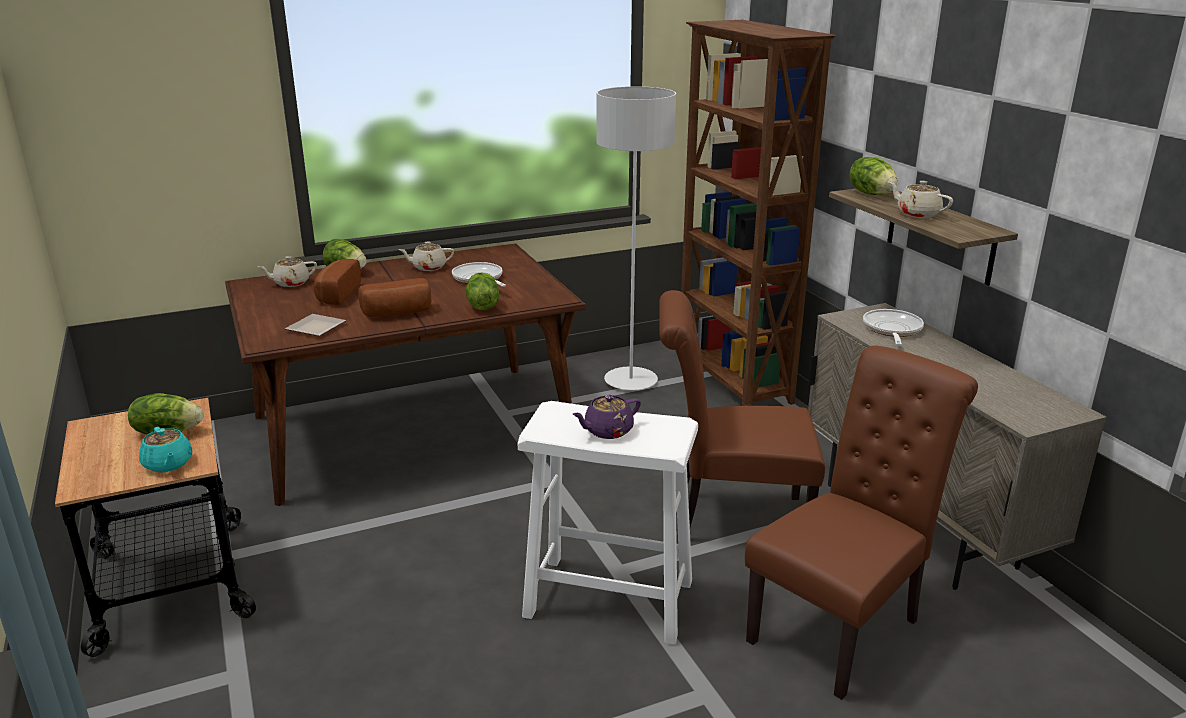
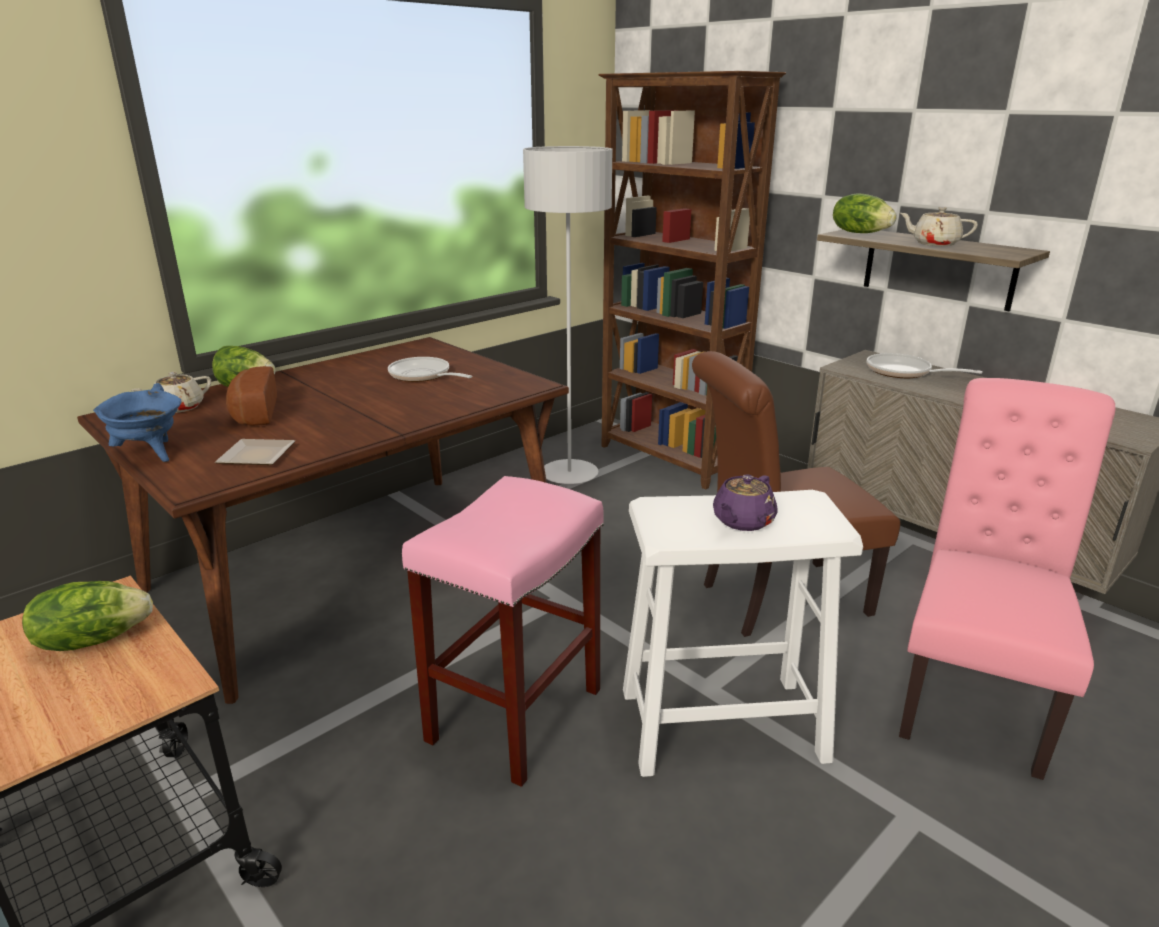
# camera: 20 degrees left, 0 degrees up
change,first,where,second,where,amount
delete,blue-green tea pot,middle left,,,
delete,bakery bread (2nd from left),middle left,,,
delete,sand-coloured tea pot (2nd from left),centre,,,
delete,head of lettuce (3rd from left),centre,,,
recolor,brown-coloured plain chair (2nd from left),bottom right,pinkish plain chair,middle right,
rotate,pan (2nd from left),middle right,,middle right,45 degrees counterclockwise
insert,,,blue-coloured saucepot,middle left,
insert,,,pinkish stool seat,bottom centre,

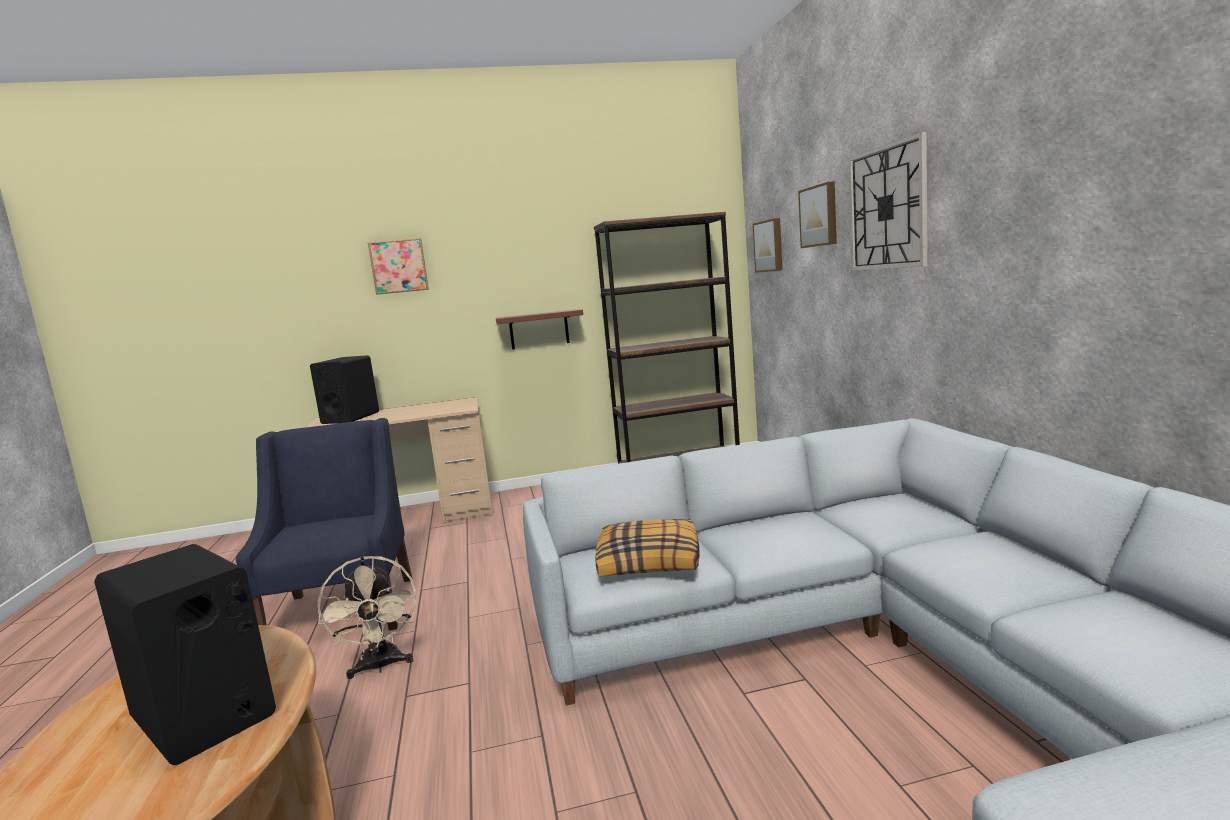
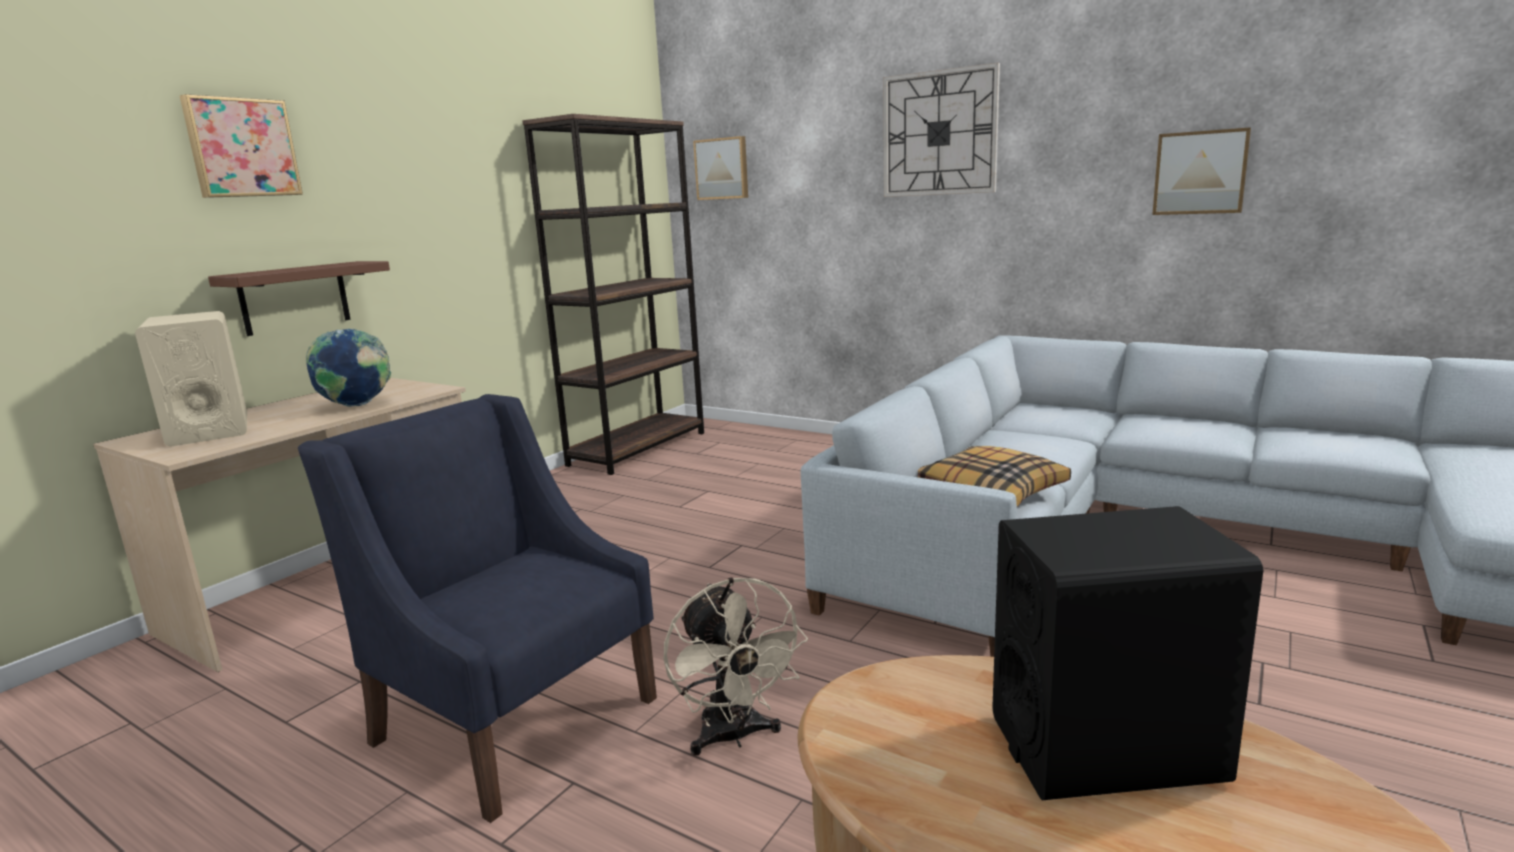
# camera: 45 degrees left, 5 degrees up
change,first,where,second,where,amount
recolor,black loudspeaker (2nd from left),middle left,sand-coloured loudspeaker,middle left,
rotate,sand-coloured cooling fan,bottom left,,bottom centre,45 degrees clockwise
move,brown-coloured wall shelf,centre,,middle left,
move,wall art (3rd from left),top centre,,top right,
insert,,,globe,middle left,

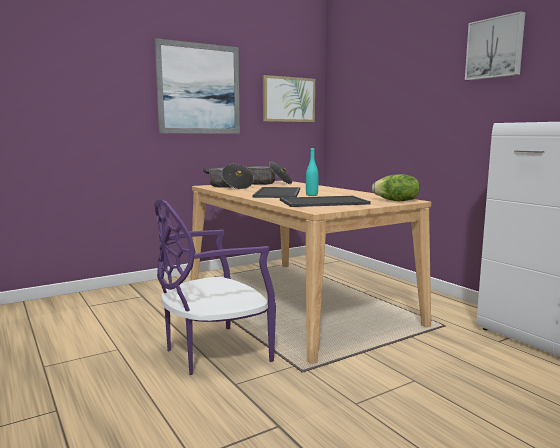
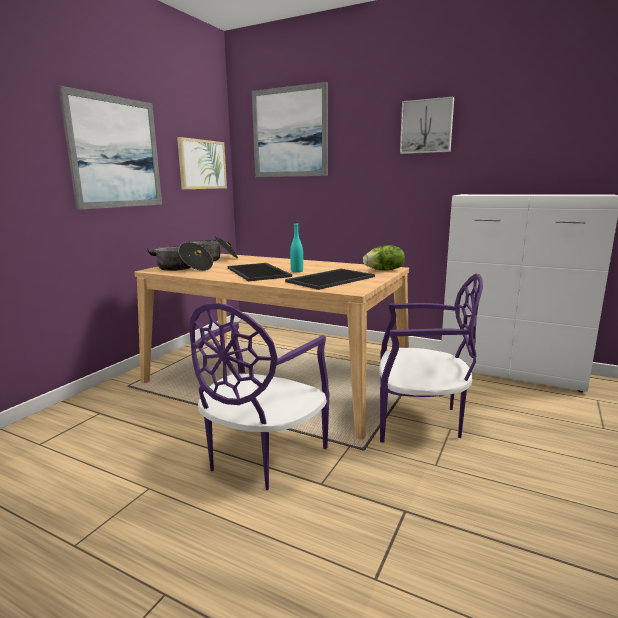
# camera: 30 degrees left, 5 degrees up
change,first,where,second,where,amount
insert,,,wall art (3rd from left),top centre,
insert,,,purple-coloured plain chair (2nd from left),middle right,

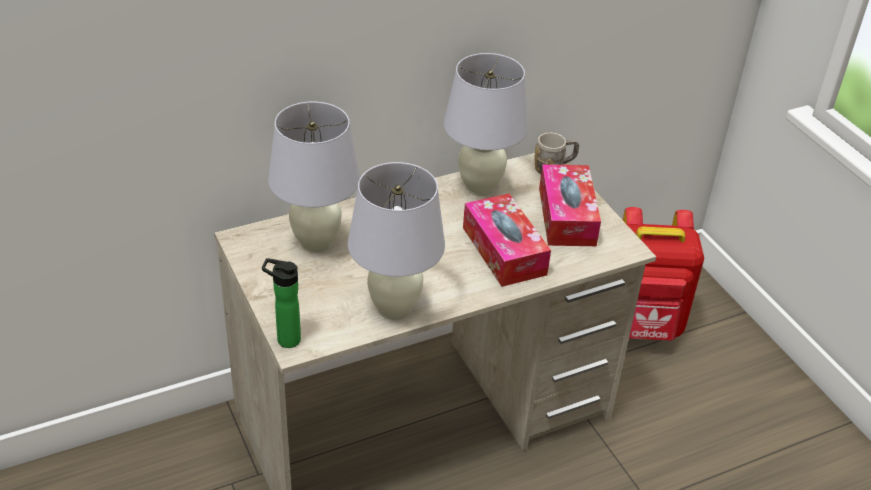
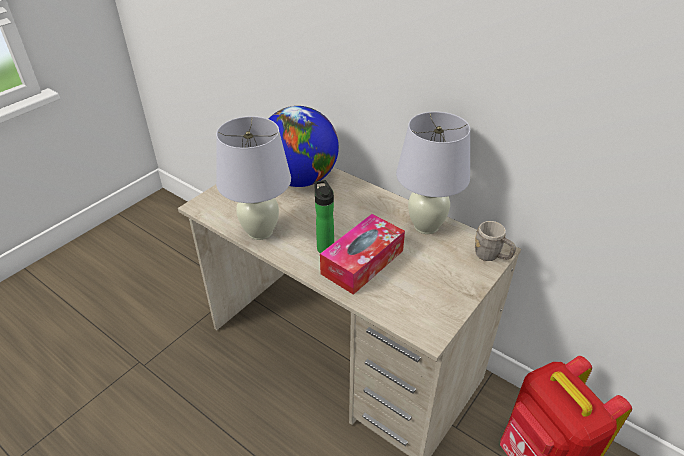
# camera: 65 degrees right, 0 degrees up
change,first,where,second,where,amount
move,drink bottle,middle left,,centre,
replace,whitish tabletop lamp (1st from left),centre,globe,top centre,
delete,box of tissues (2nd from left),centre,,,

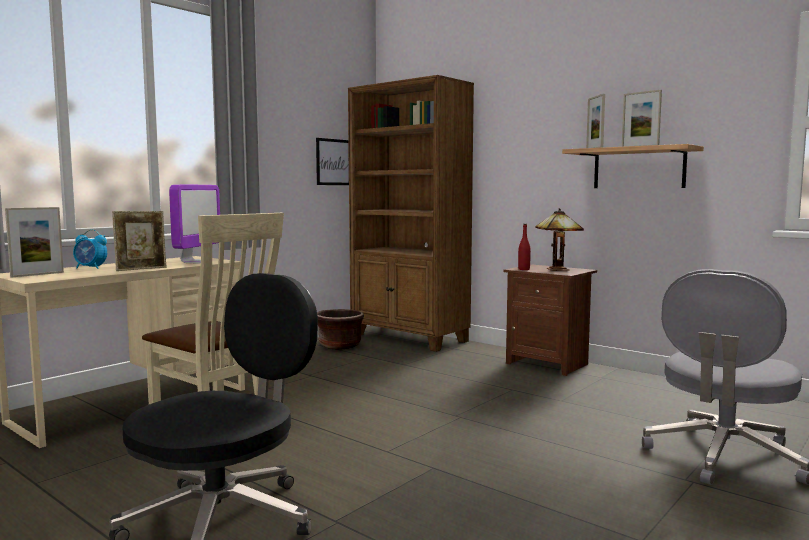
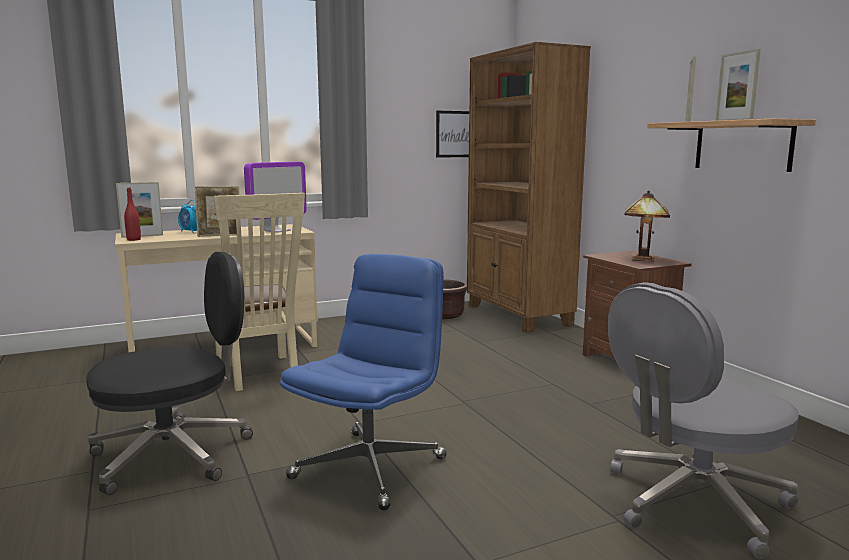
# camera: 25 degrees right, 5 degrees up
change,first,where,second,where,amount
move,red-coloured drink bottle,centre,,middle left,
insert,,,blue-coloured office chair,bottom centre,

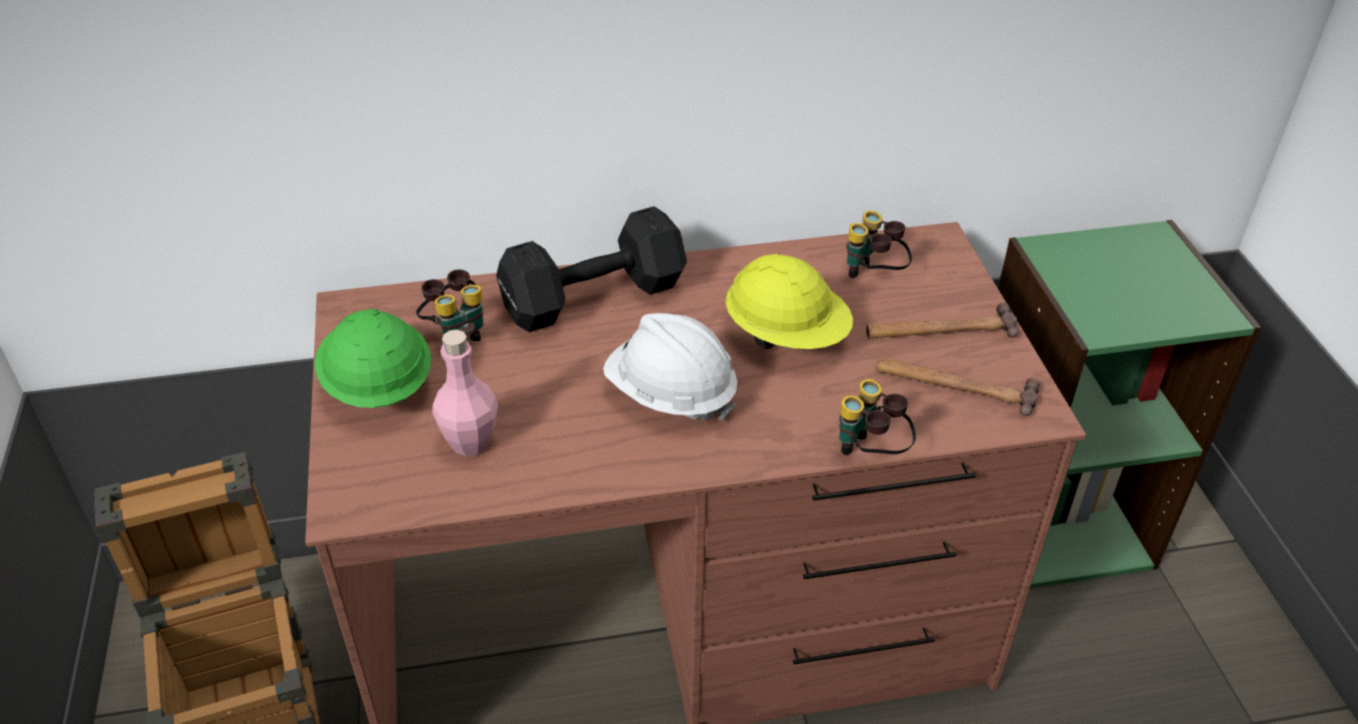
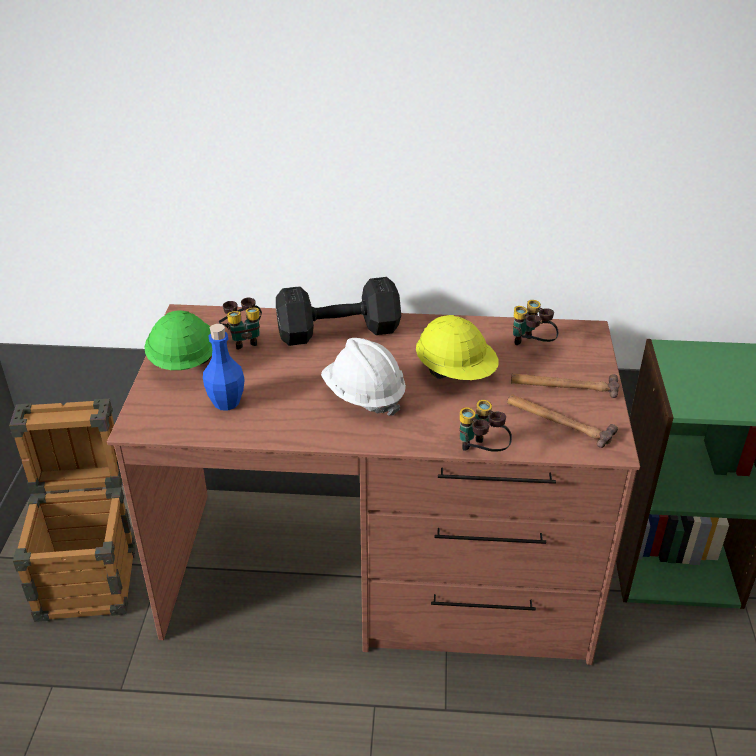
# camera: 15 degrees right, 5 degrees down
change,first,where,second,where,amount
recolor,pinkish drink bottle,centre,blue-coloured drink bottle,middle left,

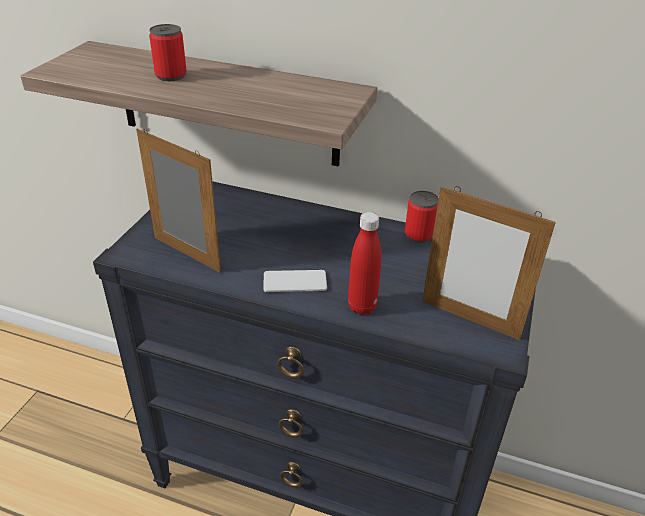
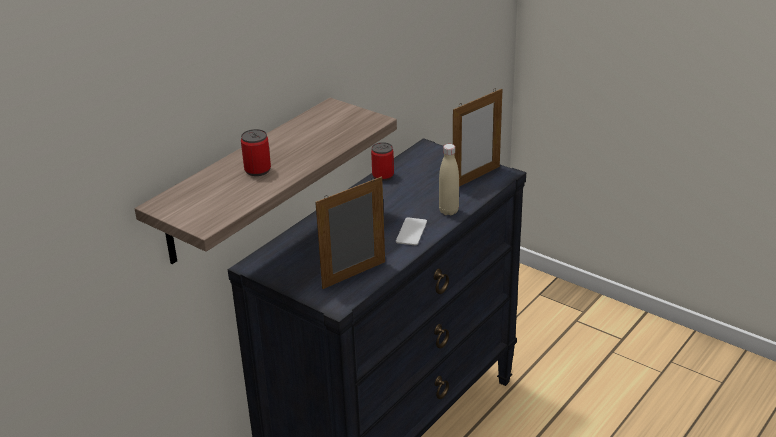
# camera: 70 degrees left, 5 degrees down
change,first,where,second,where,amount
recolor,red-coloured drink bottle,centre,sand-coloured drink bottle,centre,

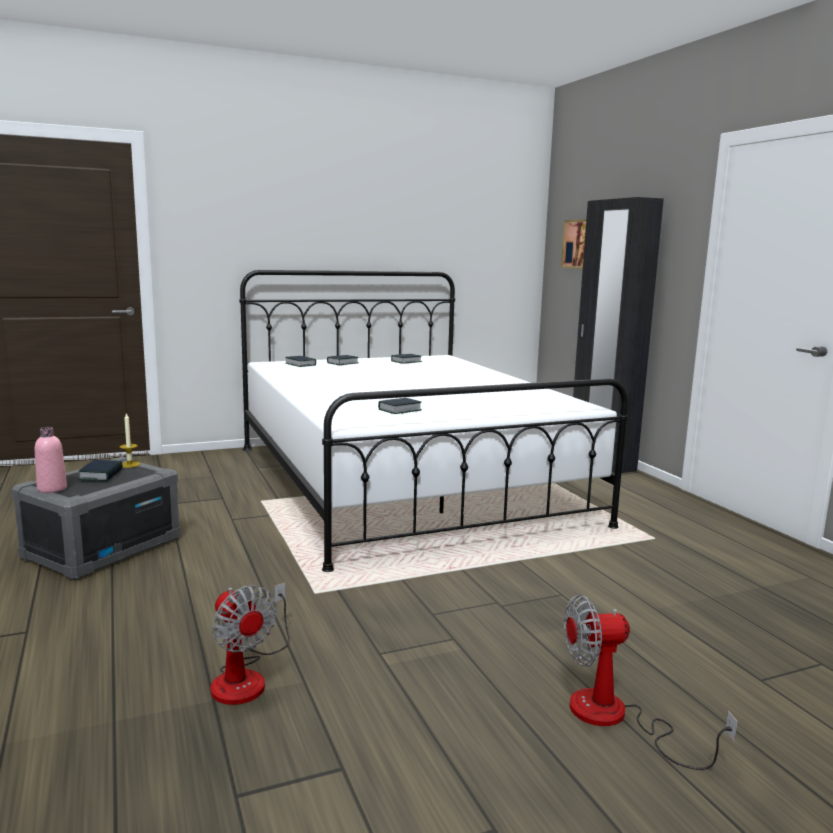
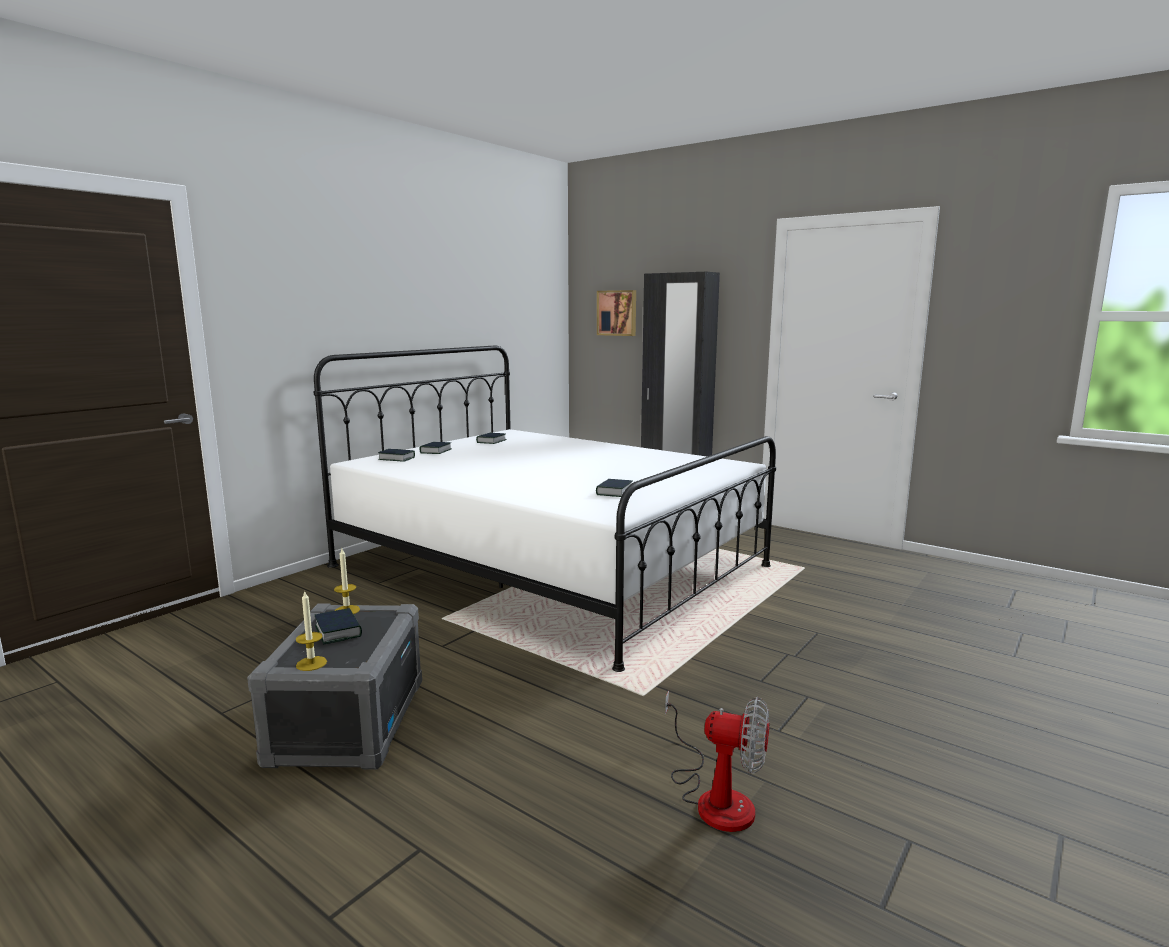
# camera: 30 degrees left, 0 degrees up
change,first,where,second,where,amount
replace,pinkish drink bottle,middle left,candle (1st from left),middle left,
delete,cooling fan (2nd from left),bottom right,,,

